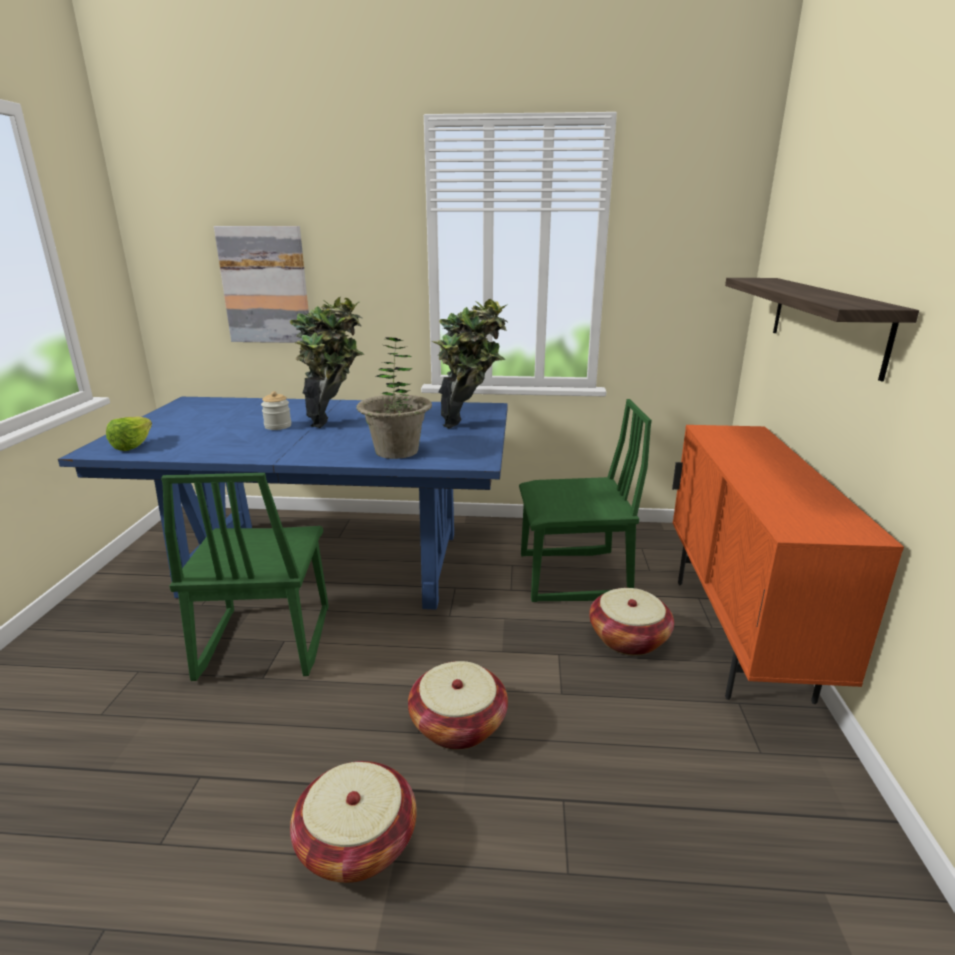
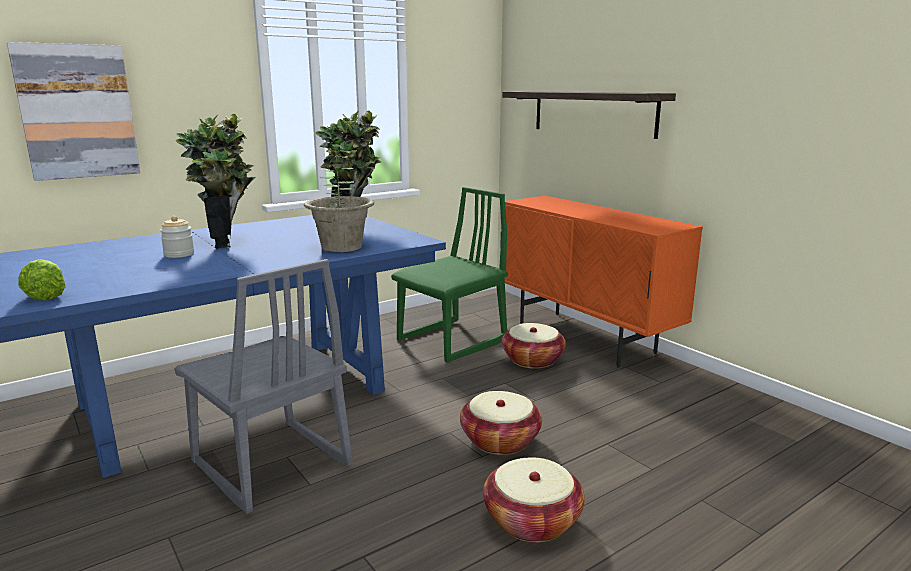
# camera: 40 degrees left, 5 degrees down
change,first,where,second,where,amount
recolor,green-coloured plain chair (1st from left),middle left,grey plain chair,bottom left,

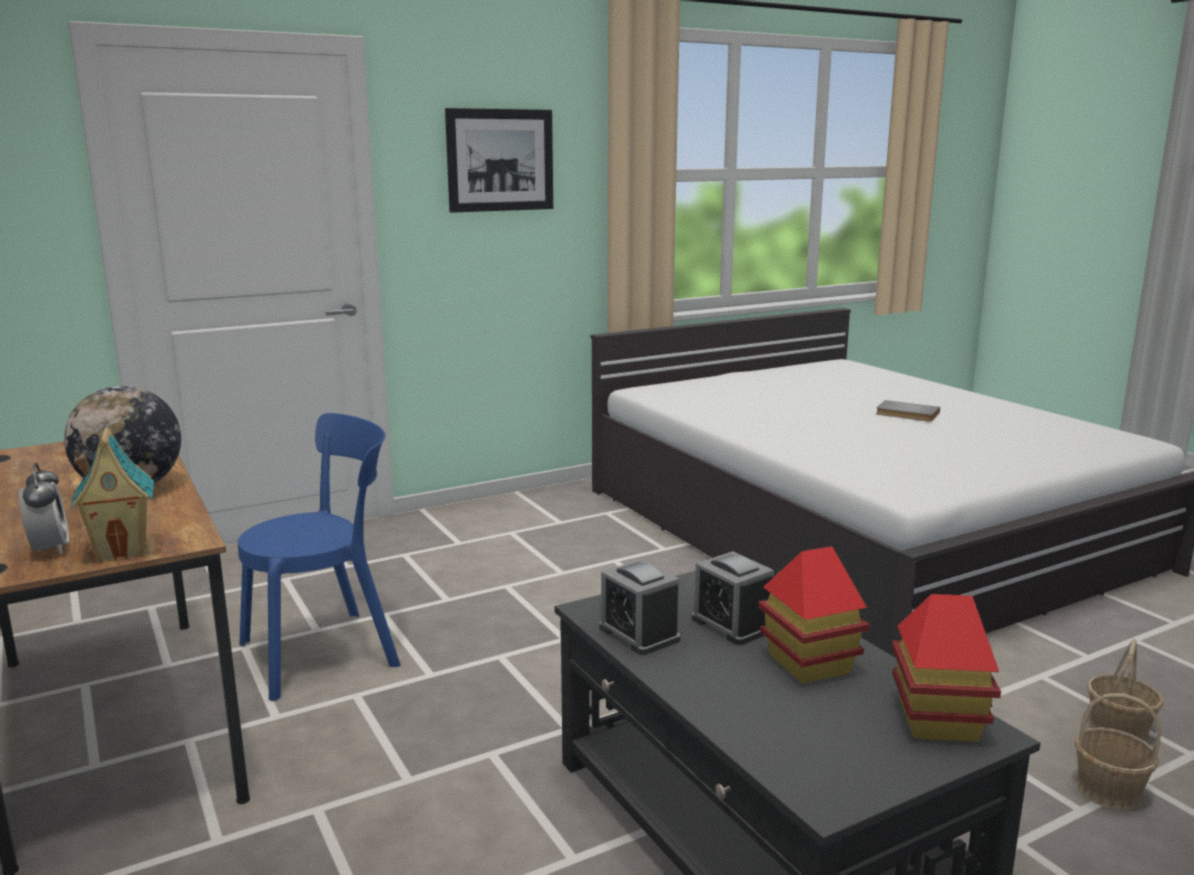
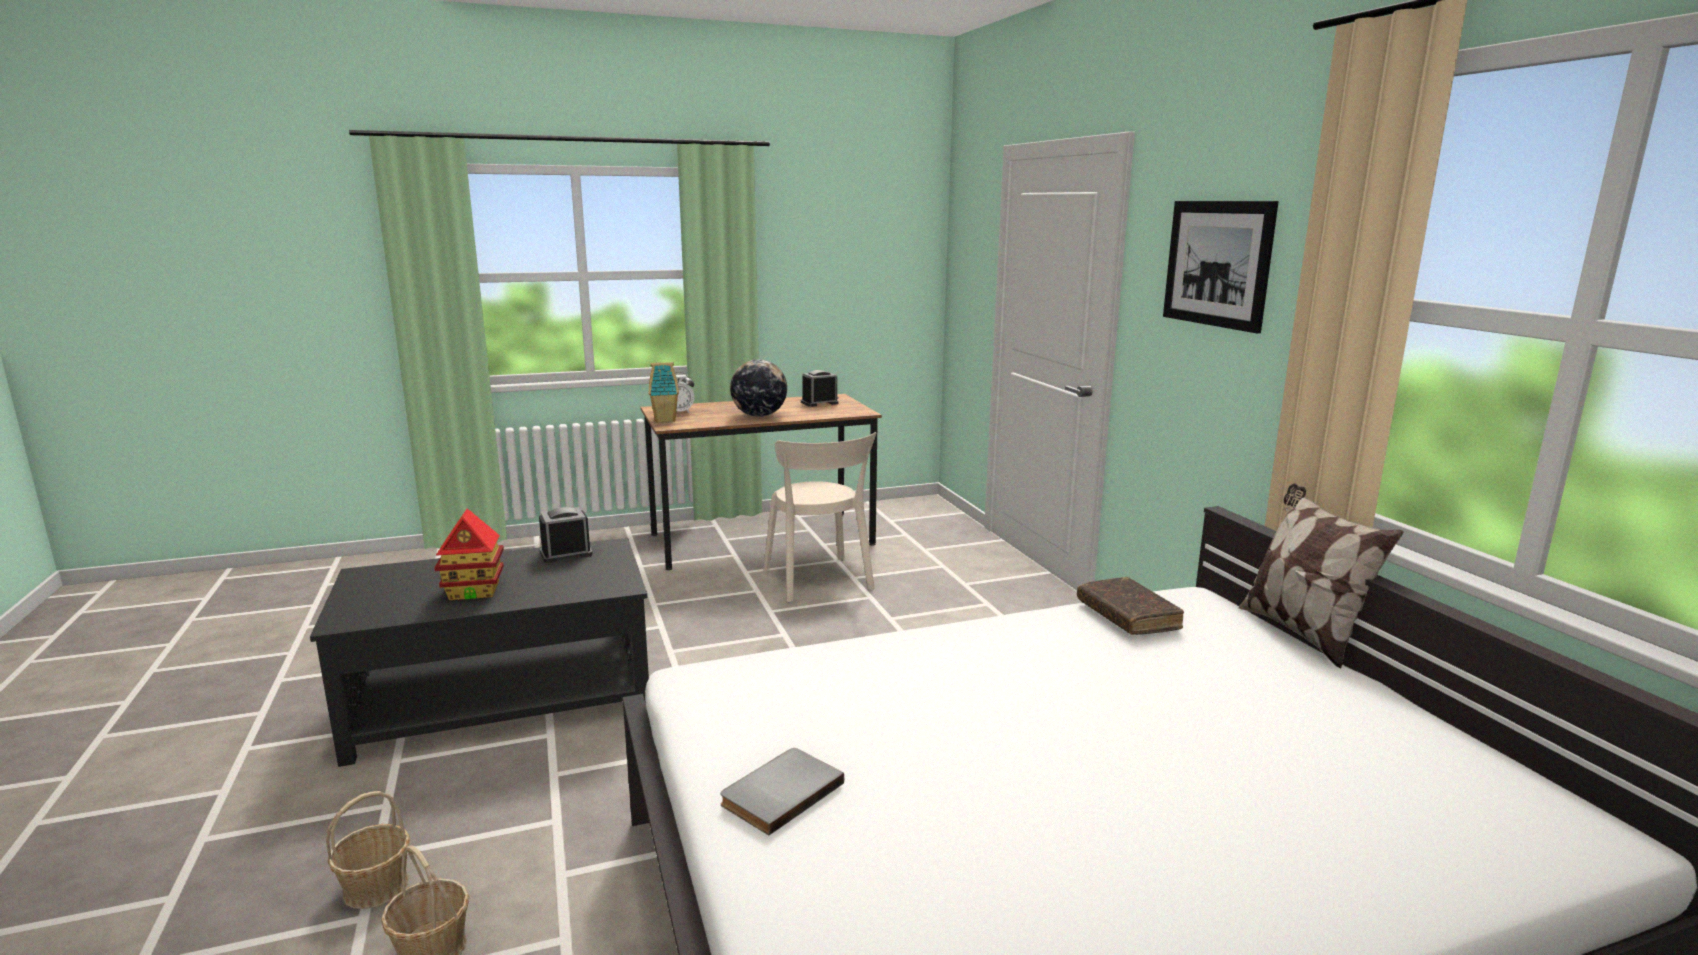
# camera: 100 degrees right, 0 degrees up
change,first,where,second,where,amount
recolor,blue-coloured plain chair,middle left,sand-coloured plain chair,centre,
move,alarm clock (3rd from left),bottom centre,,centre,
move,grey bound book,middle right,,bottom centre,
delete,toy house (3rd from left),bottom right,,,
insert,,,brown-coloured bound book,centre,
insert,,,pillow,middle right,

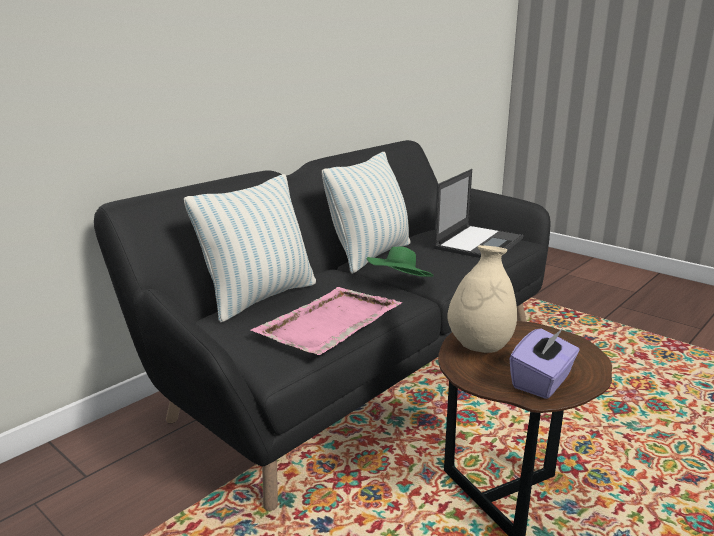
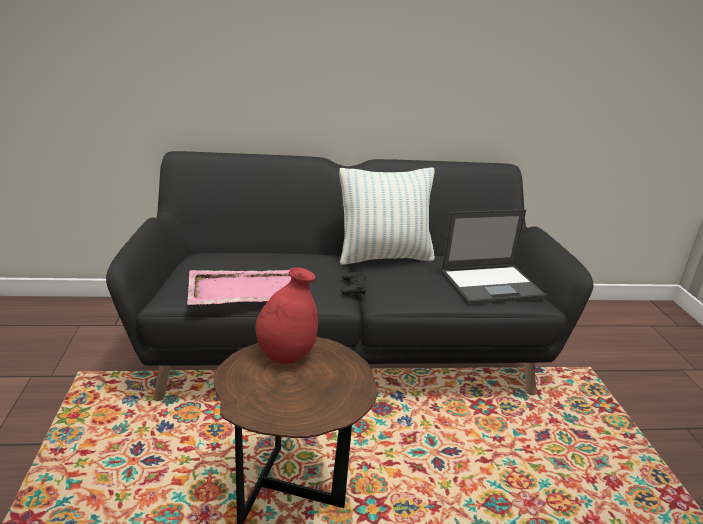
# camera: 40 degrees right, 5 degrees up
change,first,where,second,where,amount
delete,pillow (1st from left),centre,,,
replace,green-coloured wearable hat,centre,black joypad,centre,
recolor,sand-coloured flower vase,middle right,red-coloured flower vase,centre,
delete,purple-coloured box of tissues,bottom right,,,

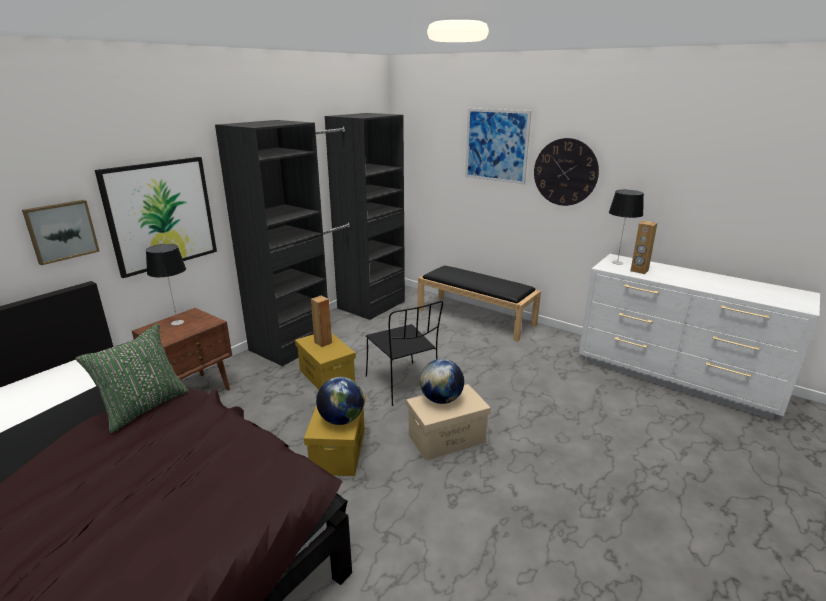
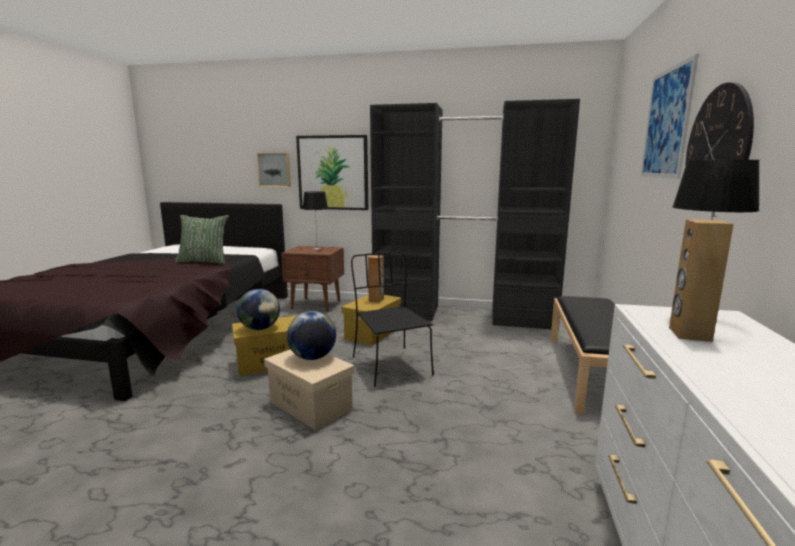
# camera: 65 degrees right, 10 degrees down
change,first,where,second,where,amount
rotate,black plain chair,centre,,centre,120 degrees clockwise

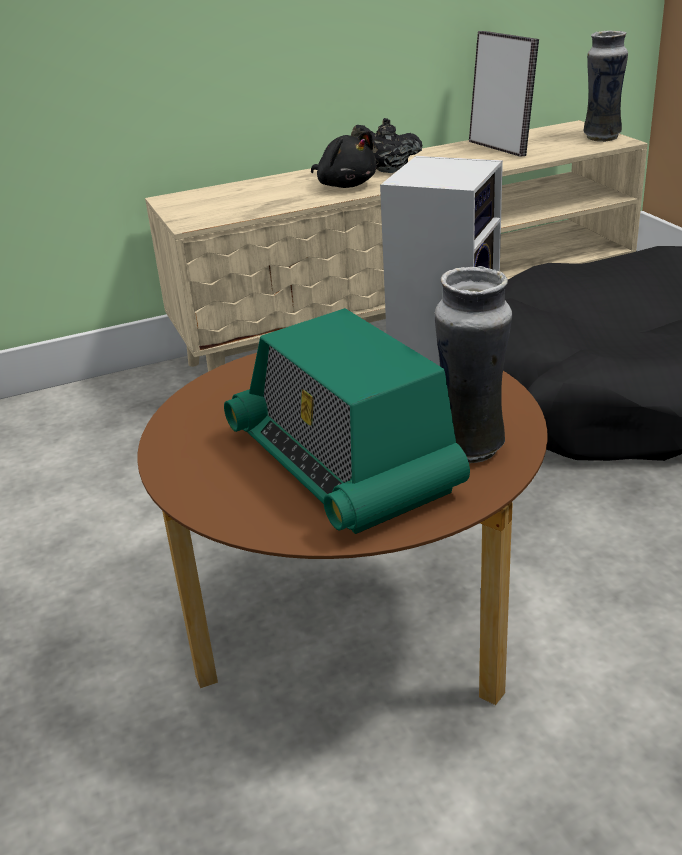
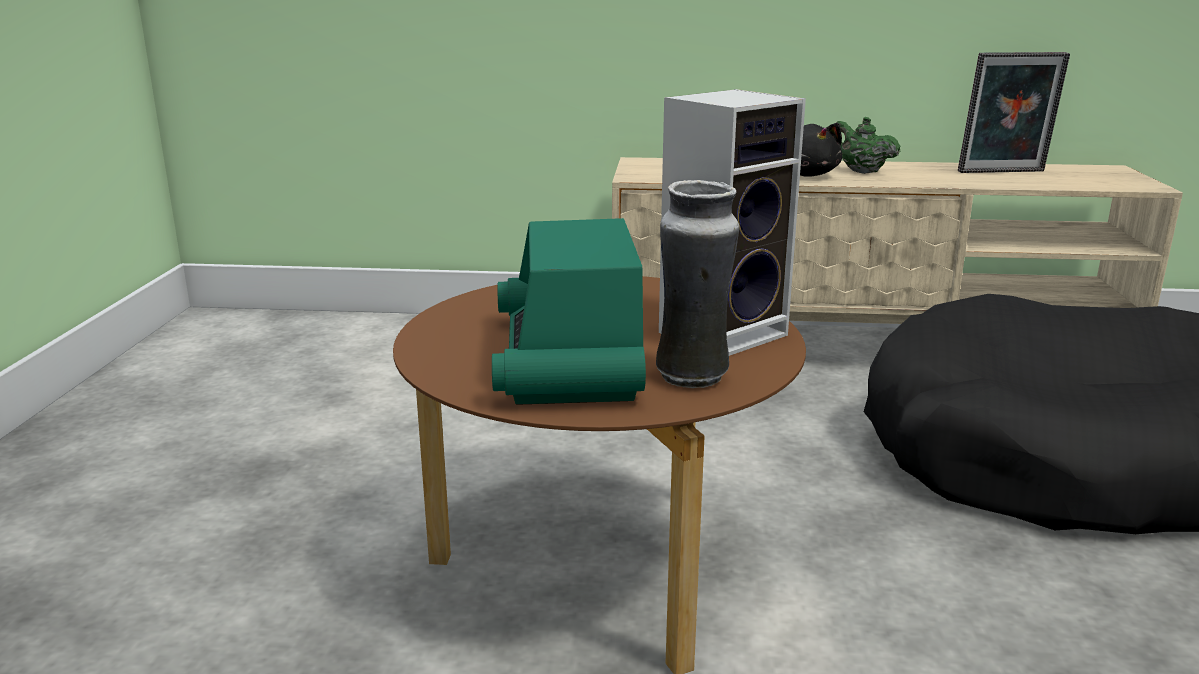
# camera: 25 degrees right, 10 degrees down
change,first,where,second,where,amount
recolor,black tea pot,top centre,green-coloured tea pot,top right,
rotate,picture frame,top right,,top right,90 degrees clockwise
delete,flower vase (2nd from left),top right,,,

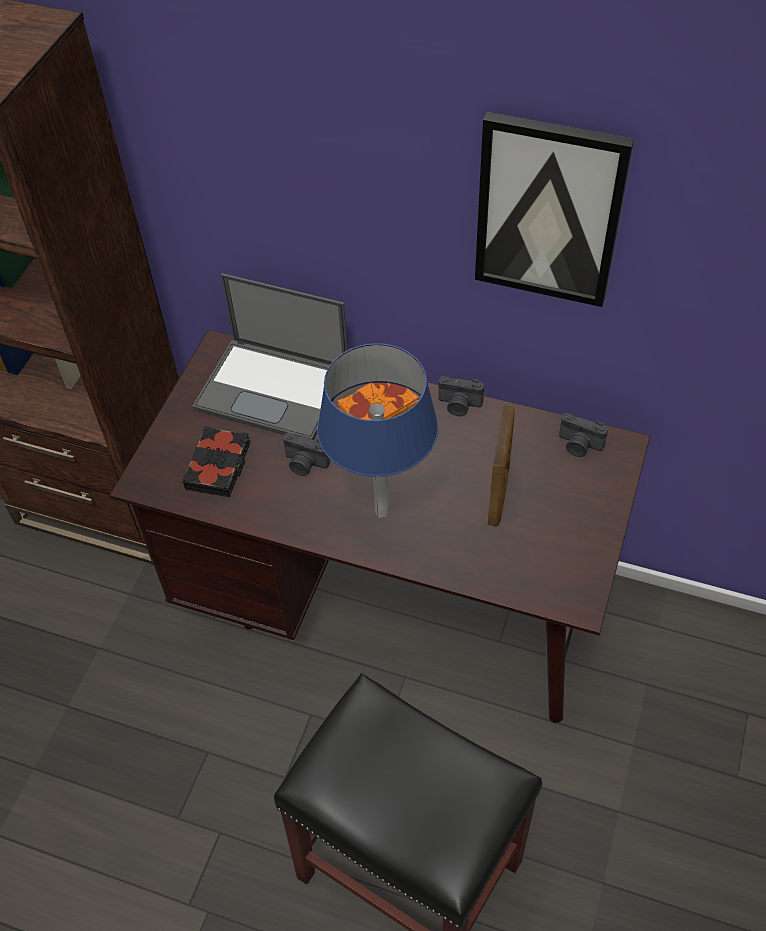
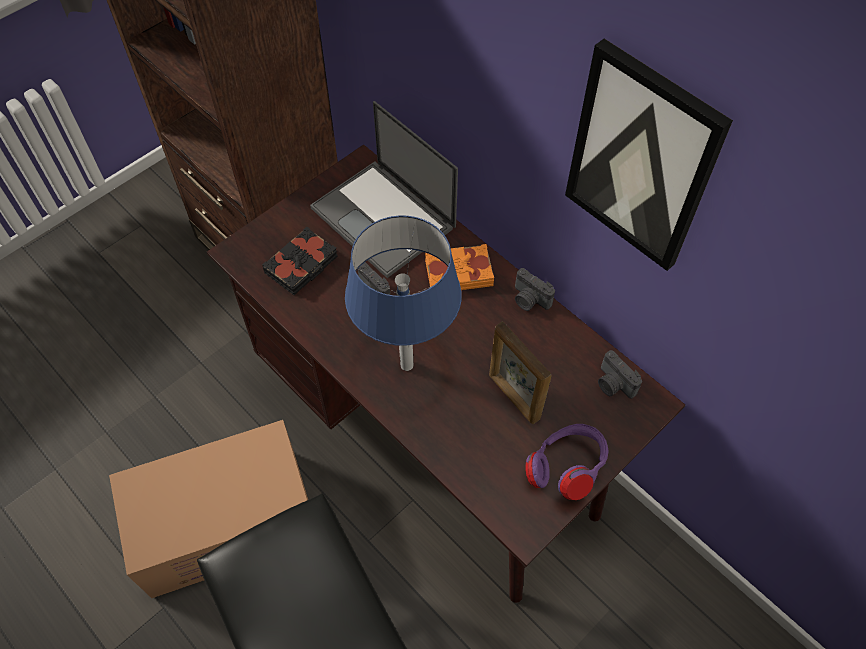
# camera: 25 degrees right, 5 degrees up
change,first,where,second,where,amount
rotate,picture frame,centre,,centre,105 degrees clockwise
insert,,,cardboard box,bottom left,
insert,,,purple-coloured headset,bottom centre,

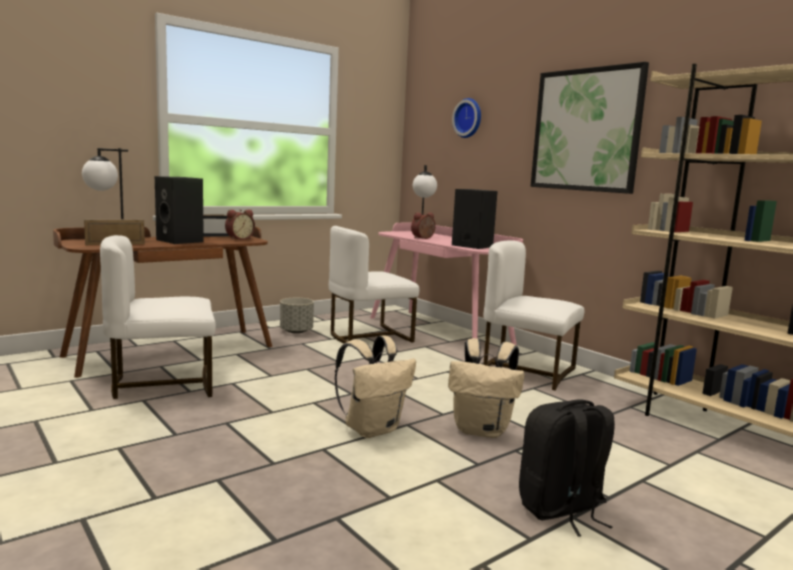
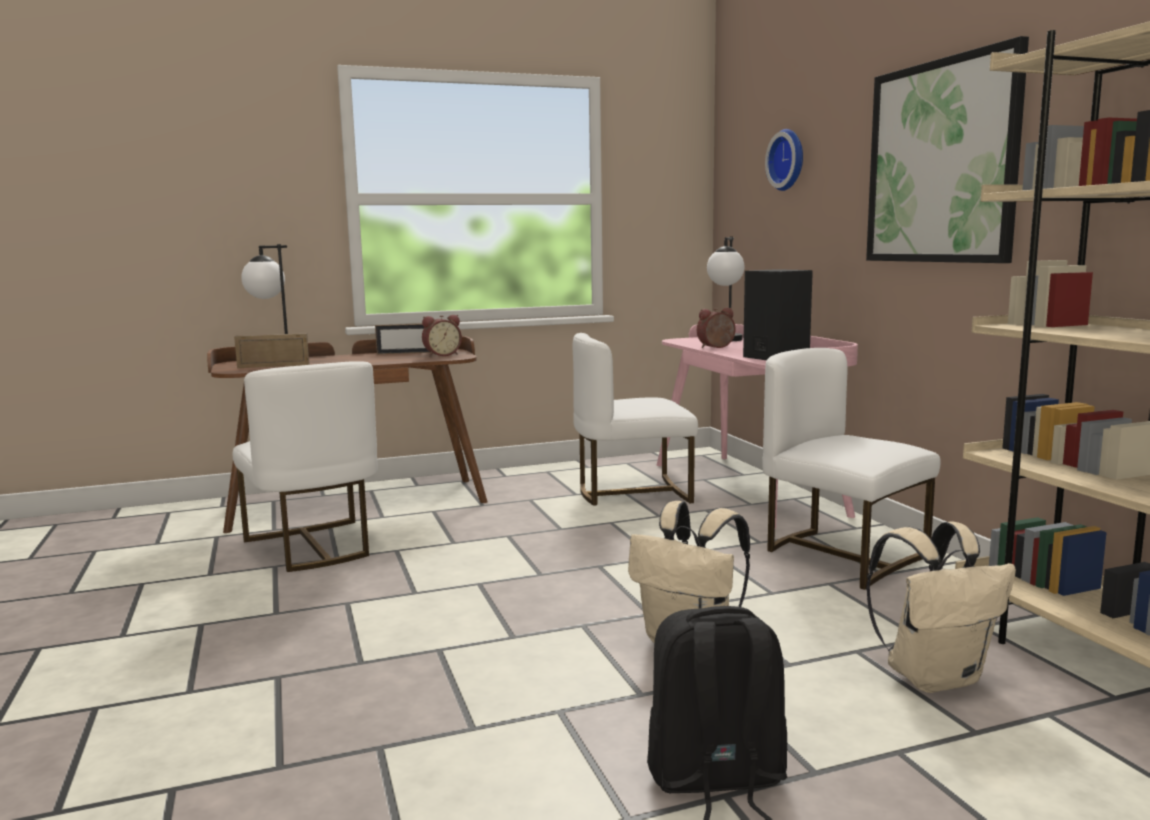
# camera: 20 degrees right, 0 degrees up
change,first,where,second,where,amount
rotate,whitish plain chair (1st from left),middle left,,middle left,120 degrees counterclockwise
delete,black loudspeaker (1st from left),middle left,,,
delete,grey planter,centre,,,
move,sand-coloured backpack (1st from left in the first image),bottom centre,sand-coloured backpack (2nd from left),bottom right,

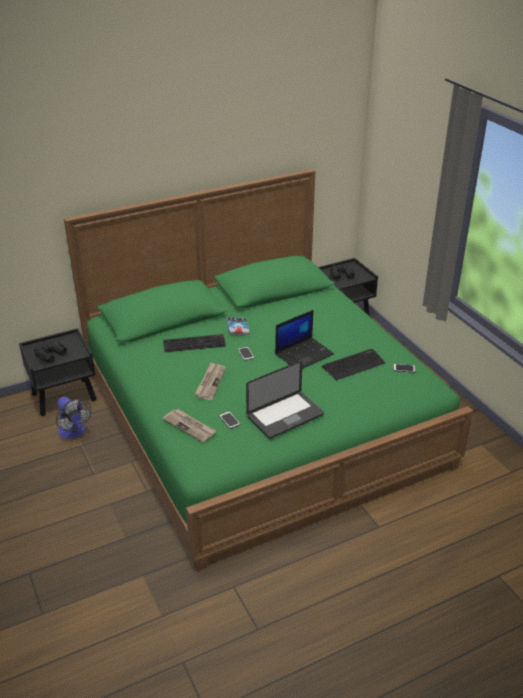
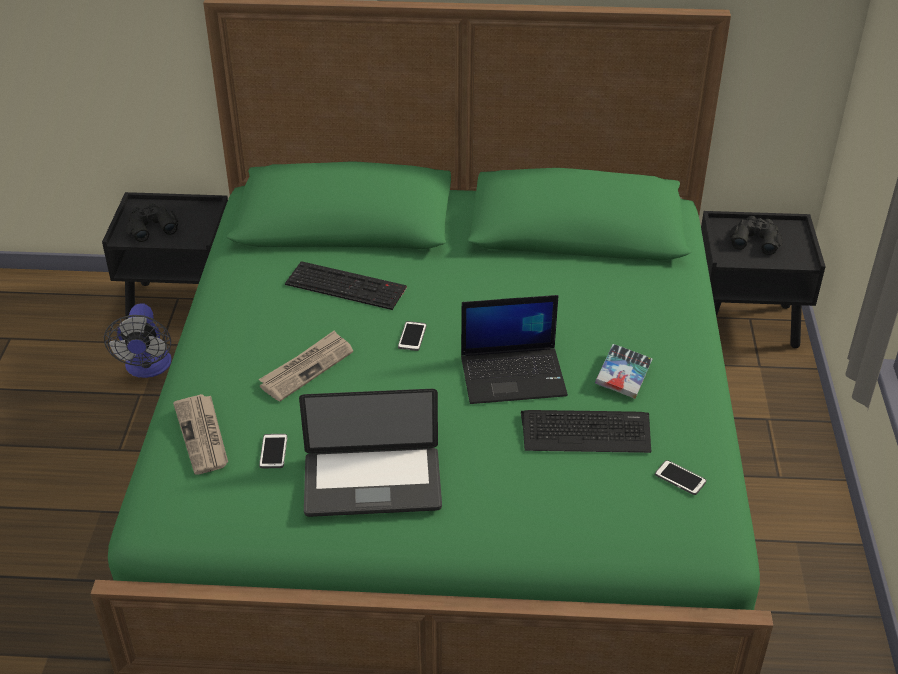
# camera: 30 degrees right, 5 degrees up
change,first,where,second,where,amount
move,bound book,centre,,middle right,

